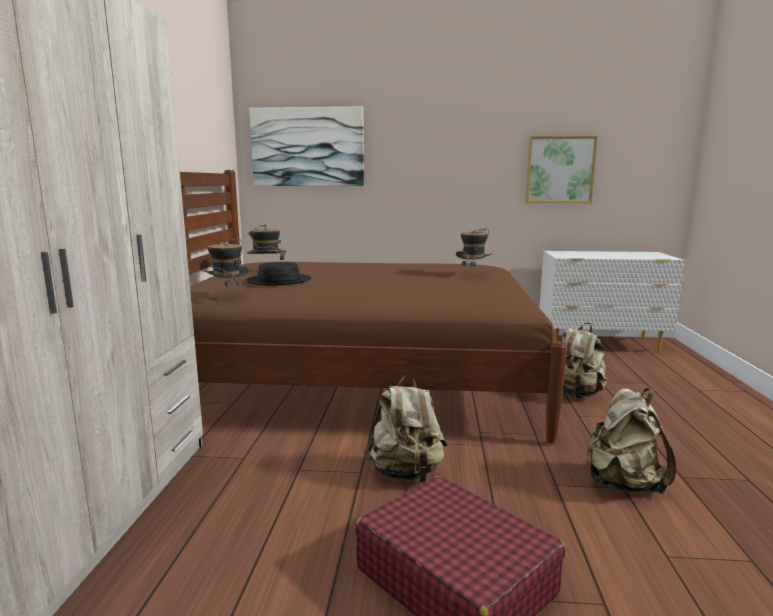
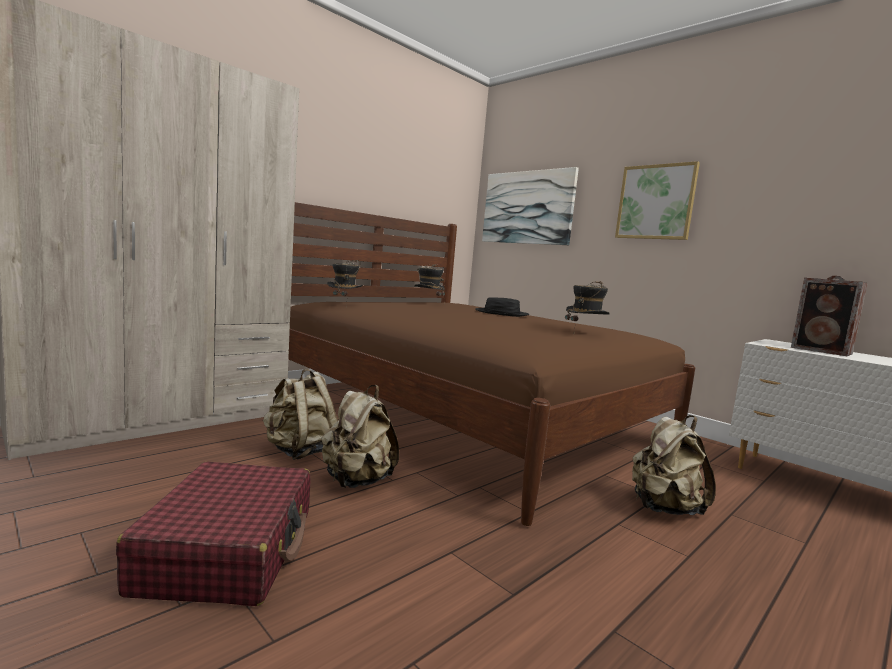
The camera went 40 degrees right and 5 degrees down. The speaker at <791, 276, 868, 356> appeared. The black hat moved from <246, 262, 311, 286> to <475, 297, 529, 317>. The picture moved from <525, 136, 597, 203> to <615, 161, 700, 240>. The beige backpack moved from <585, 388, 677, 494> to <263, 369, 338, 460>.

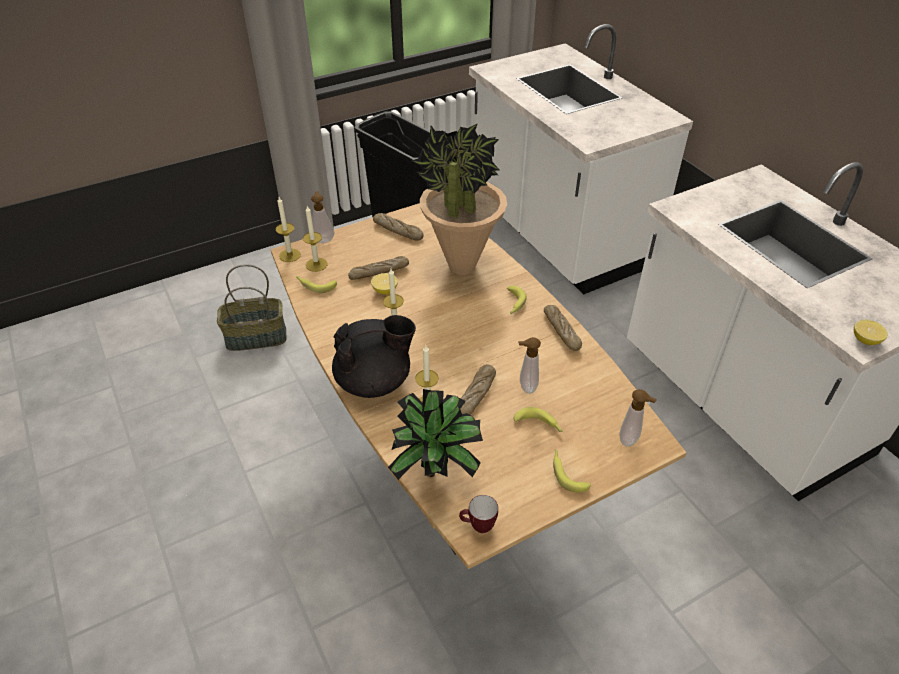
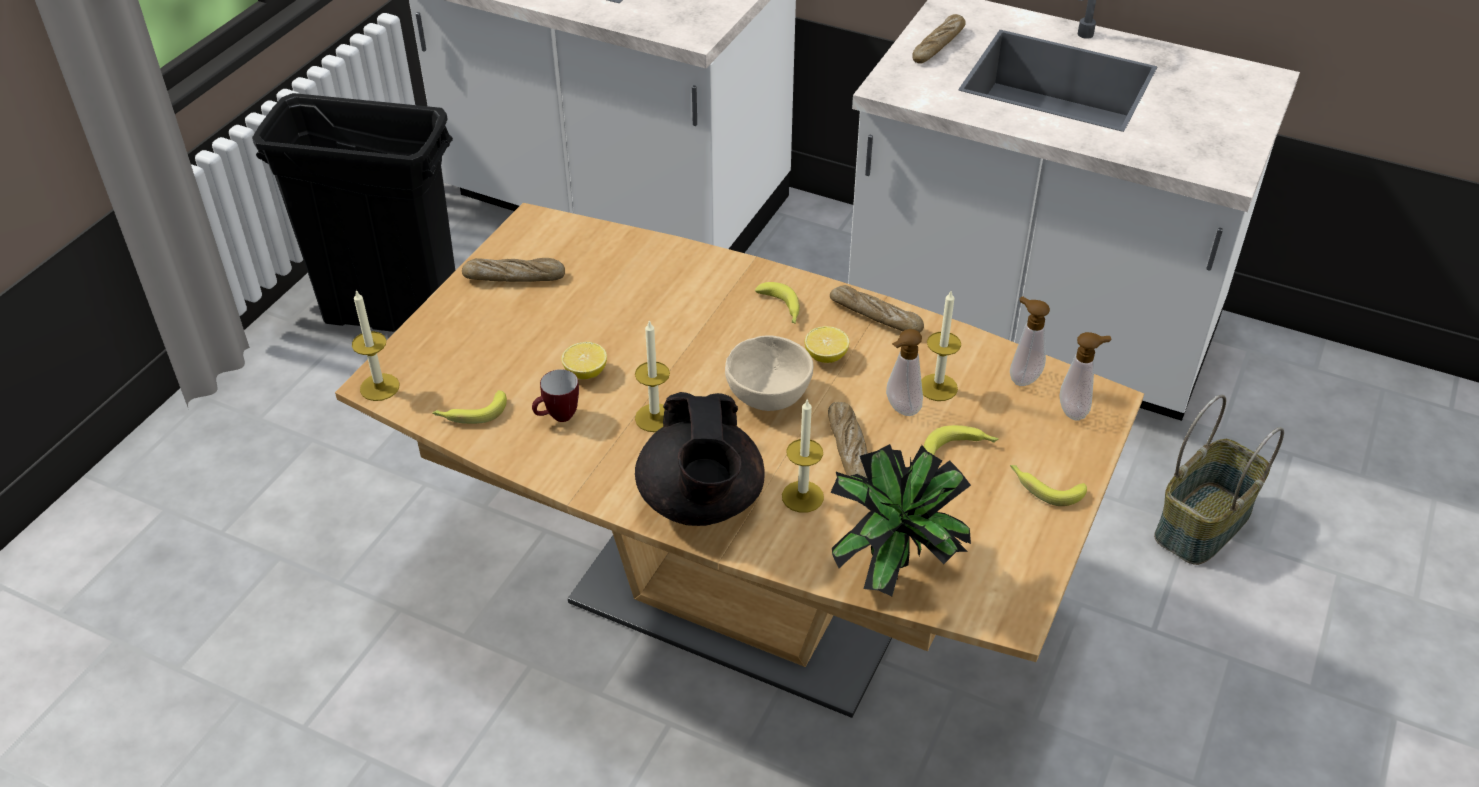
The camera went 35 degrees left and 0 degrees up. The potted plant at <412, 123, 507, 275> disappeared. The beige bowl at <725, 335, 813, 411> appeared. The basket moved from <217, 264, 286, 351> to <1154, 395, 1284, 565>. The candle moved from <303, 206, 328, 272> to <921, 291, 961, 401>. The soap dispenser moved from <311, 191, 335, 243> to <1010, 296, 1050, 386>. The bread moved from <348, 256, 409, 280> to <912, 14, 966, 64>. The mug moved from <459, 495, 498, 533> to <532, 369, 579, 422>. The lemon moved from <854, 319, 888, 345> to <805, 326, 850, 363>. The black teapot at <332, 315, 416, 398> turned 135 degrees clockwise.

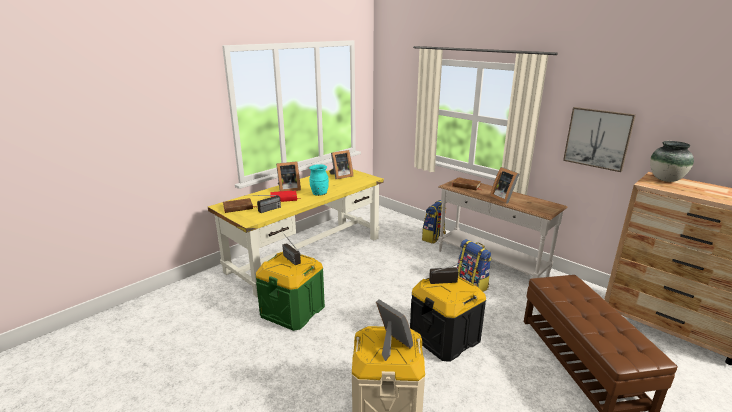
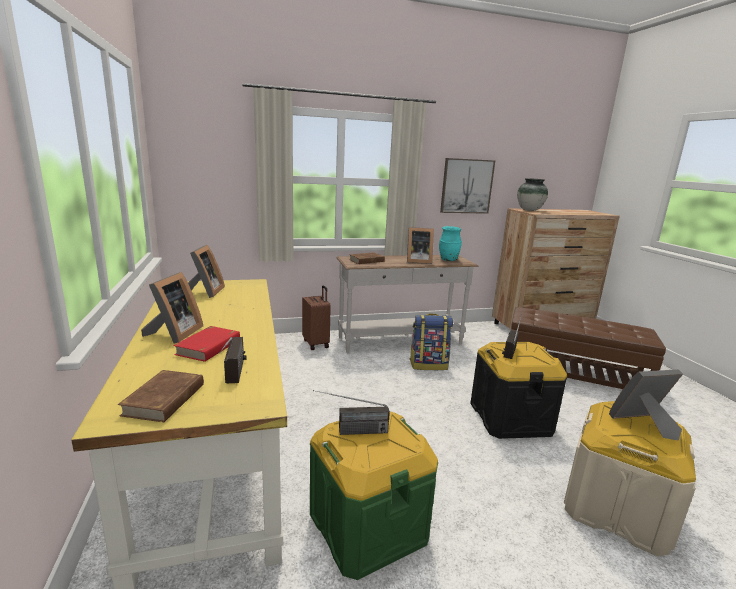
The camera went 60 degrees left and 5 degrees down. The turquoise vase moved from <309, 164, 329, 196> to <439, 226, 462, 261>. The backpack at <422, 200, 446, 244> was replaced by the brown suitcase at <302, 285, 331, 350>.

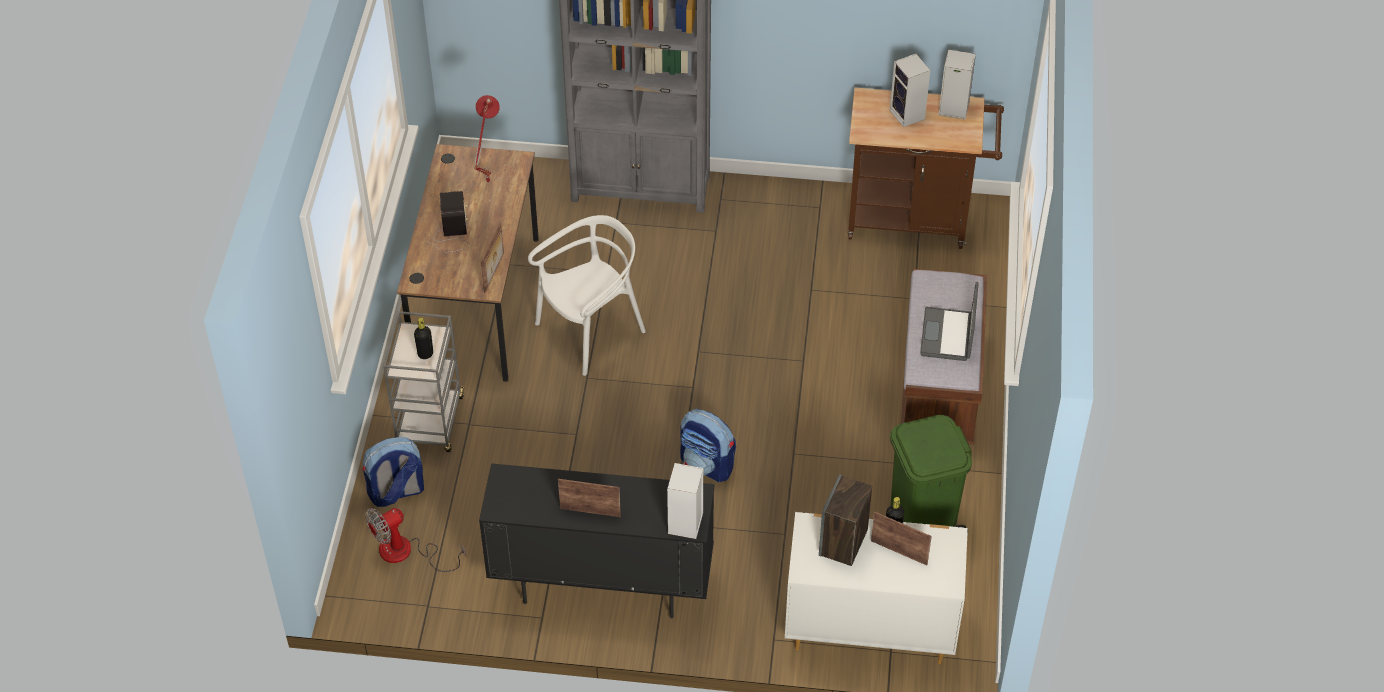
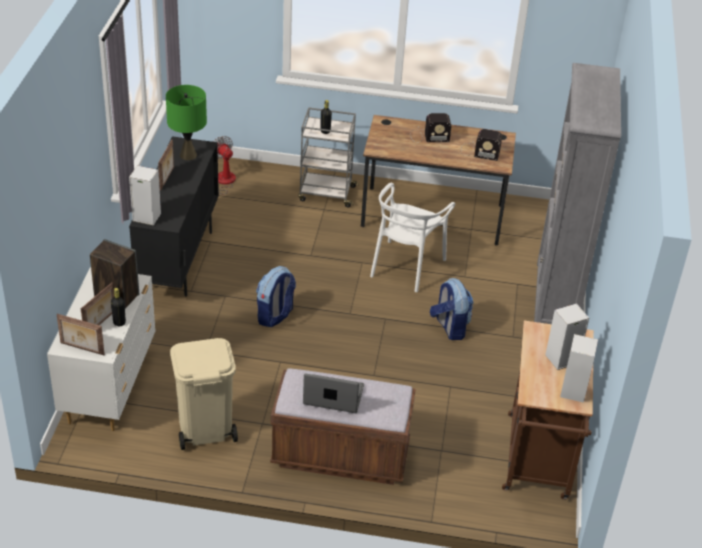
The camera went 90 degrees right and 10 degrees down. The green table lamp at <166, 85, 207, 160> appeared. The backpack moved from <362, 437, 424, 507> to <430, 278, 473, 340>. The picture frame moved from <480, 222, 504, 293> to <57, 314, 105, 355>. The red table lamp at <473, 95, 500, 184> was replaced by the radio at <461, 129, 502, 161>. The green trash can at <890, 415, 972, 534> became the beige trash can at <170, 338, 238, 450>. The white chair at <528, 215, 646, 376> turned 60 degrees clockwise.

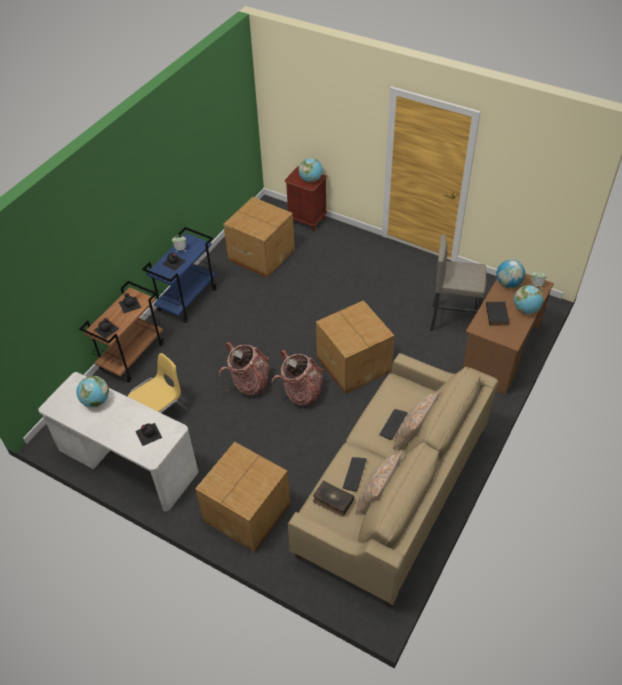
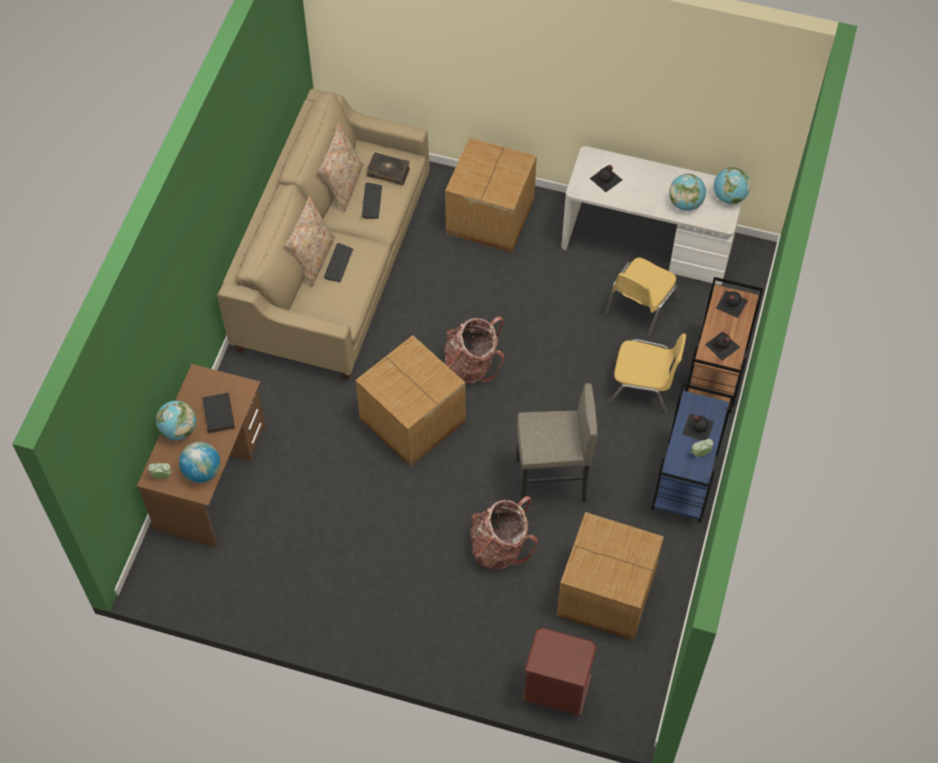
The camera went 165 degrees right and 10 degrees up. The yellow chair at <609, 334, 686, 413> appeared. The backpack moved from <219, 342, 270, 396> to <470, 496, 538, 570>. The globe moved from <299, 158, 323, 182> to <714, 167, 751, 204>. The grey stool moved from <430, 234, 487, 331> to <516, 383, 598, 506>.

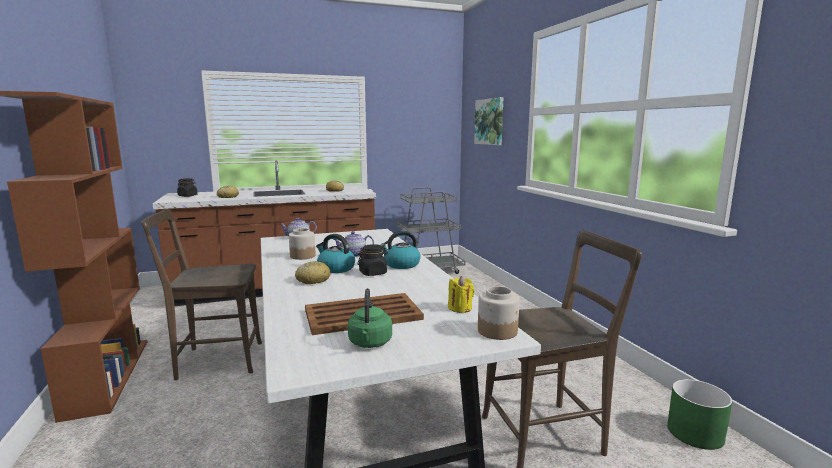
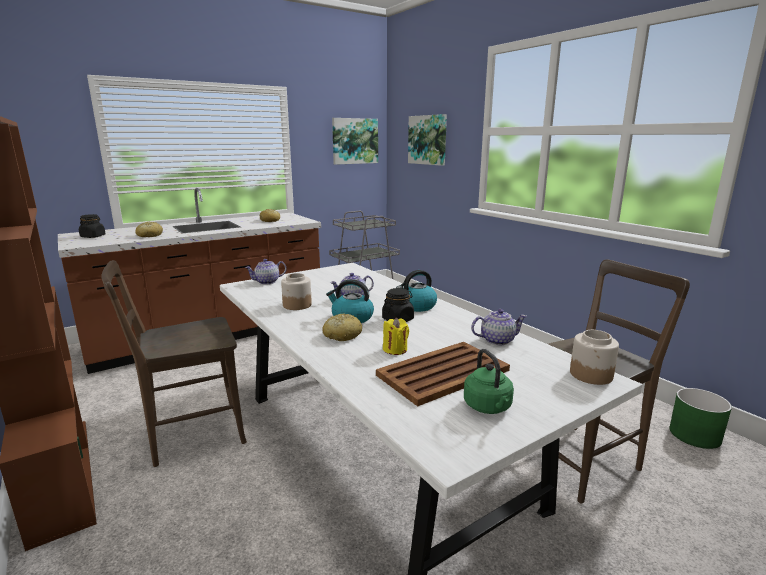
The camera went 15 degrees left and 5 degrees up. The picture at <332, 118, 378, 165> appeared. The teapot at <471, 309, 527, 345> appeared. The yellow candle moved from <448, 276, 474, 313> to <383, 318, 409, 355>.

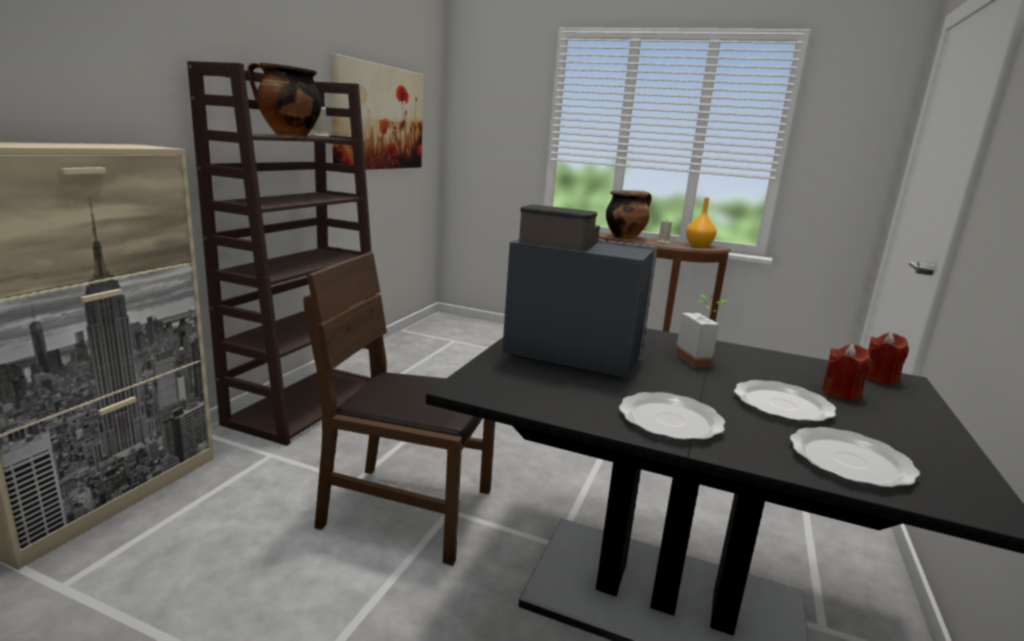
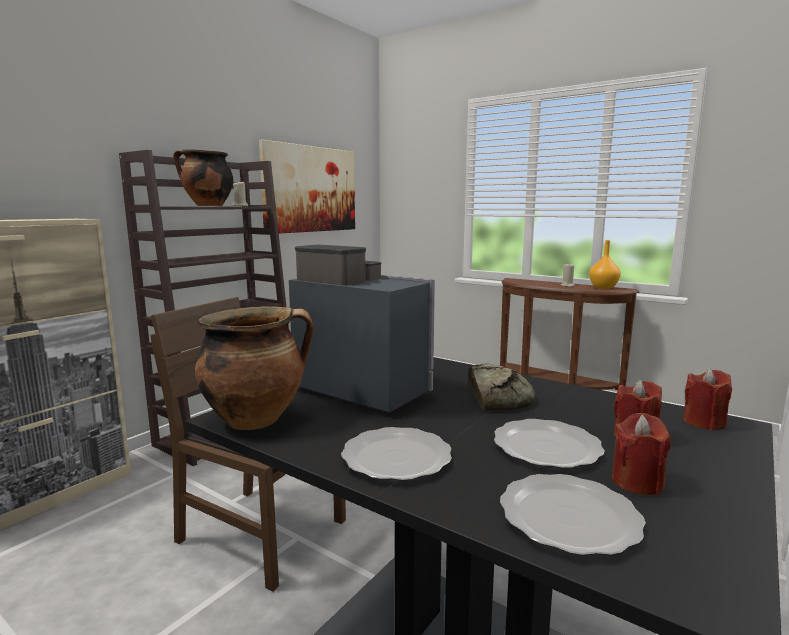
The camera went 15 degrees right and 5 degrees down. The red candle at <612, 413, 671, 495> appeared. The cooking pot moved from <606, 190, 652, 240> to <195, 306, 313, 430>. The potted plant at <675, 295, 728, 368> was replaced by the bread at <468, 363, 536, 411>.

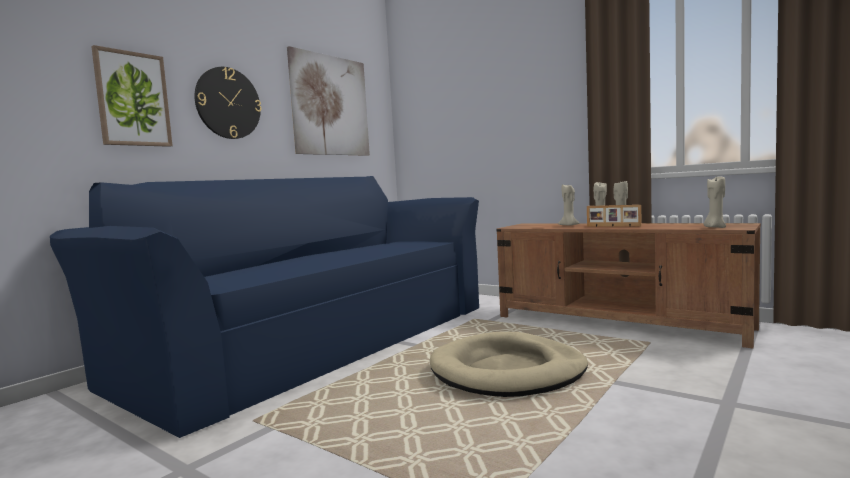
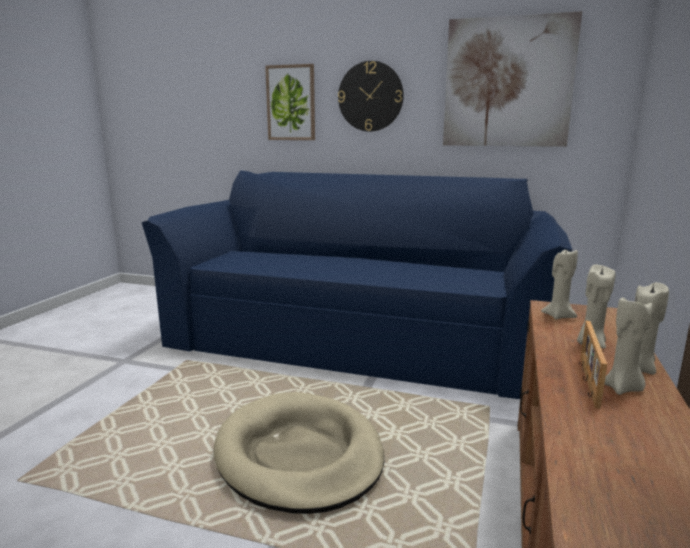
The camera went 70 degrees right and 10 degrees up. The beige candle moved from <704, 176, 726, 228> to <541, 248, 578, 320>.

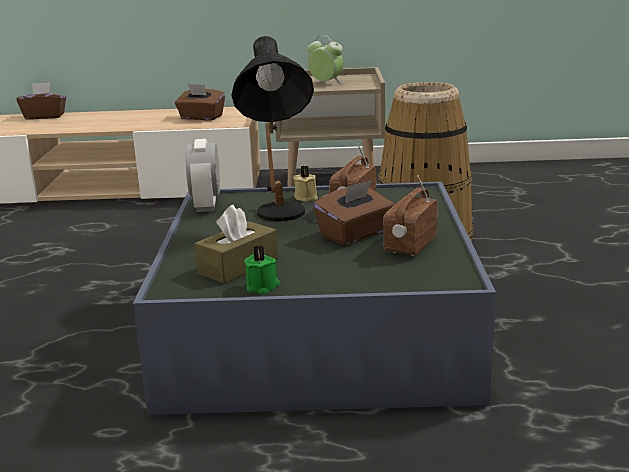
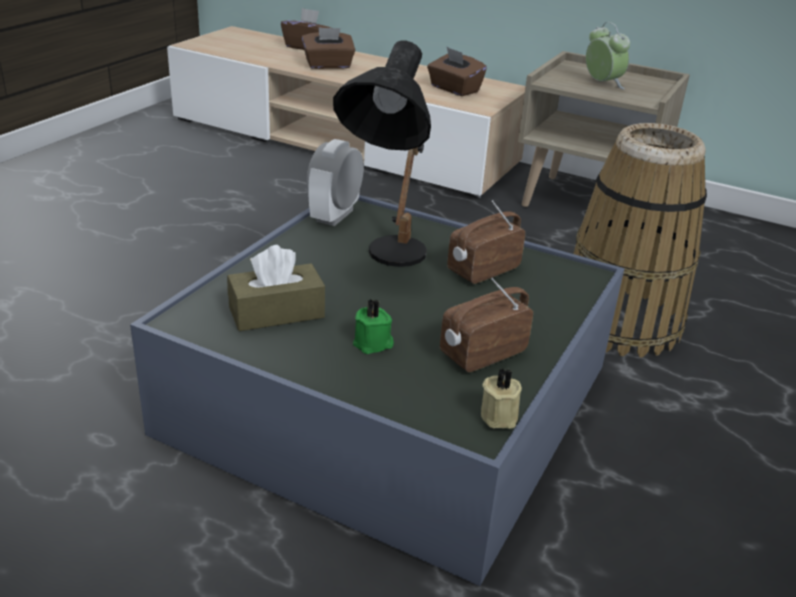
The camera went 25 degrees right and 10 degrees up. The green candle moved from <244, 245, 280, 294> to <353, 299, 394, 354>. The beige candle moved from <293, 166, 318, 202> to <481, 368, 522, 429>. The brown tissue box moved from <313, 180, 394, 245> to <302, 27, 355, 69>.

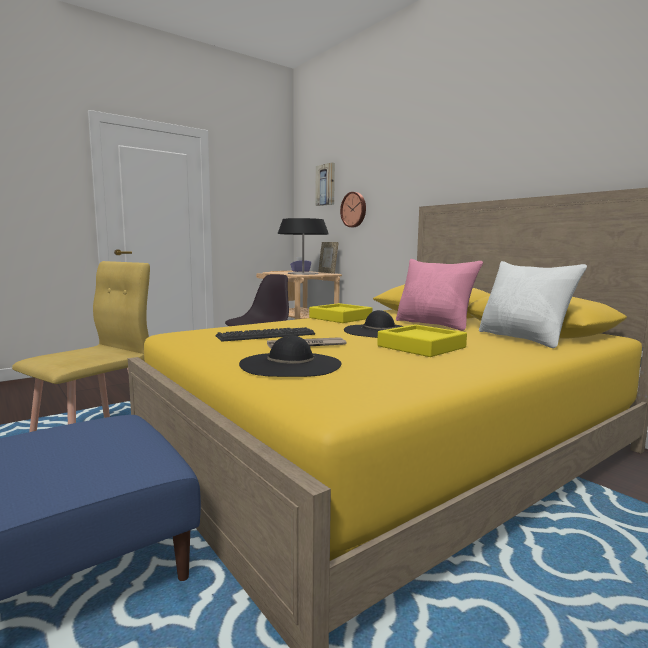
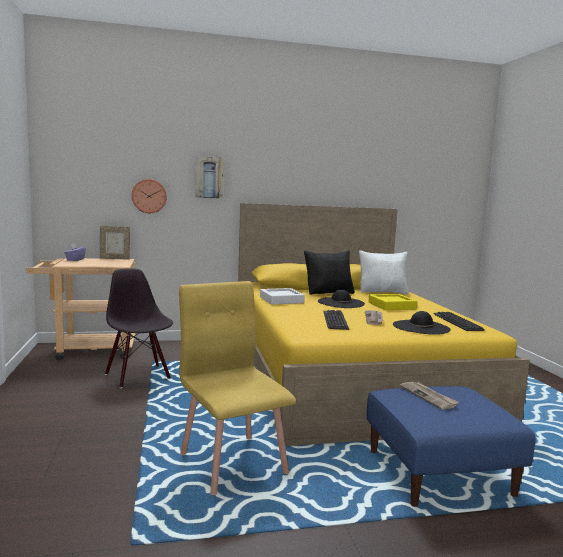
The camera went 65 degrees left and 0 degrees up. The table lamp at <278, 218, 329, 275> disappeared. The newspaper at <400, 382, 459, 410> appeared. The keyboard at <434, 312, 485, 331> appeared. The picture moved from <315, 162, 335, 206> to <196, 156, 224, 199>. The yellow tray at <309, 303, 372, 323> became the white tray at <260, 288, 305, 304>. The pink pillow at <396, 259, 483, 331> became the black pillow at <304, 250, 355, 295>.

